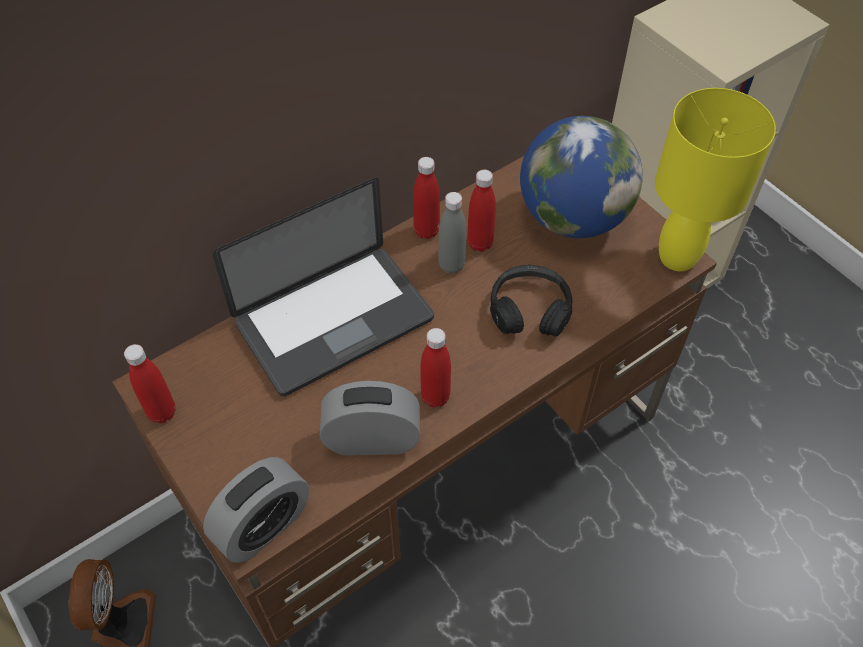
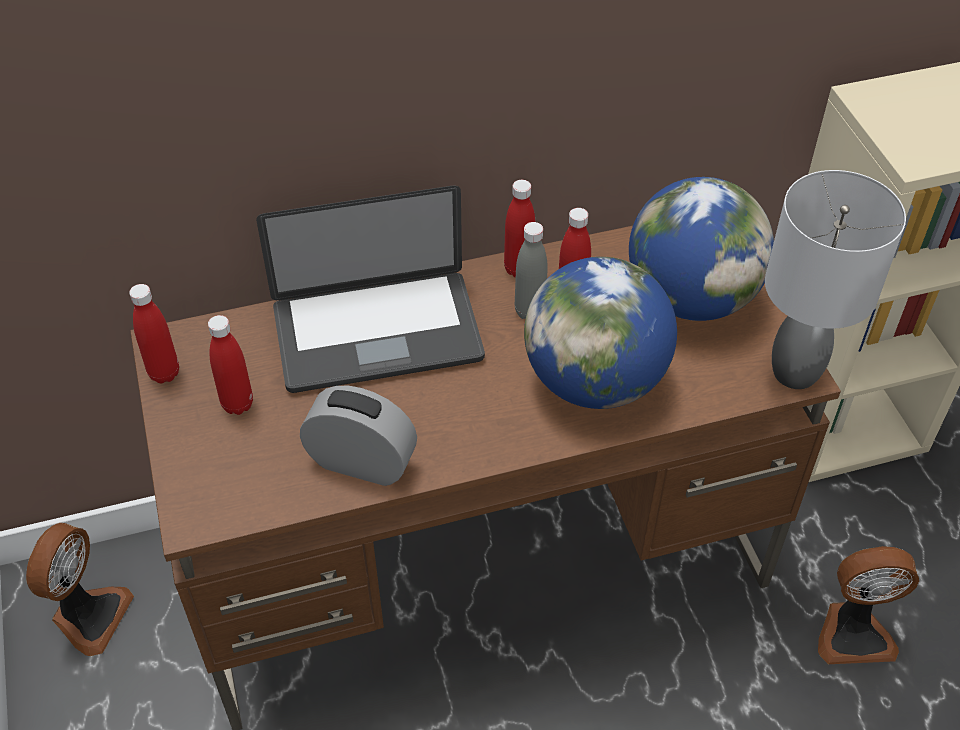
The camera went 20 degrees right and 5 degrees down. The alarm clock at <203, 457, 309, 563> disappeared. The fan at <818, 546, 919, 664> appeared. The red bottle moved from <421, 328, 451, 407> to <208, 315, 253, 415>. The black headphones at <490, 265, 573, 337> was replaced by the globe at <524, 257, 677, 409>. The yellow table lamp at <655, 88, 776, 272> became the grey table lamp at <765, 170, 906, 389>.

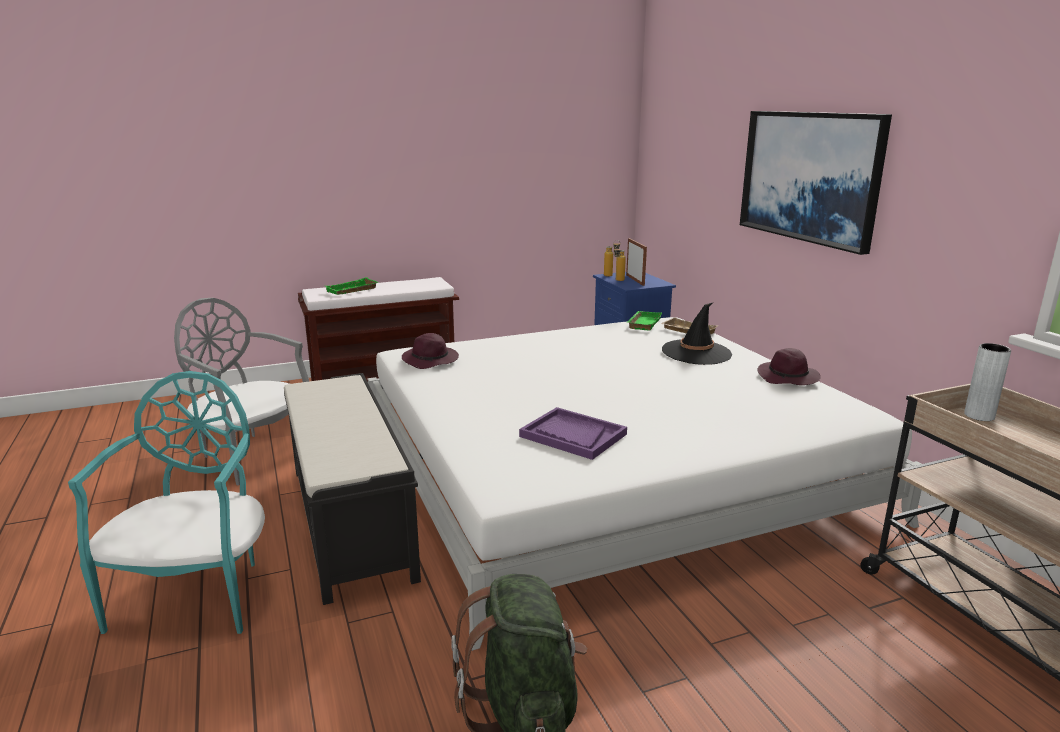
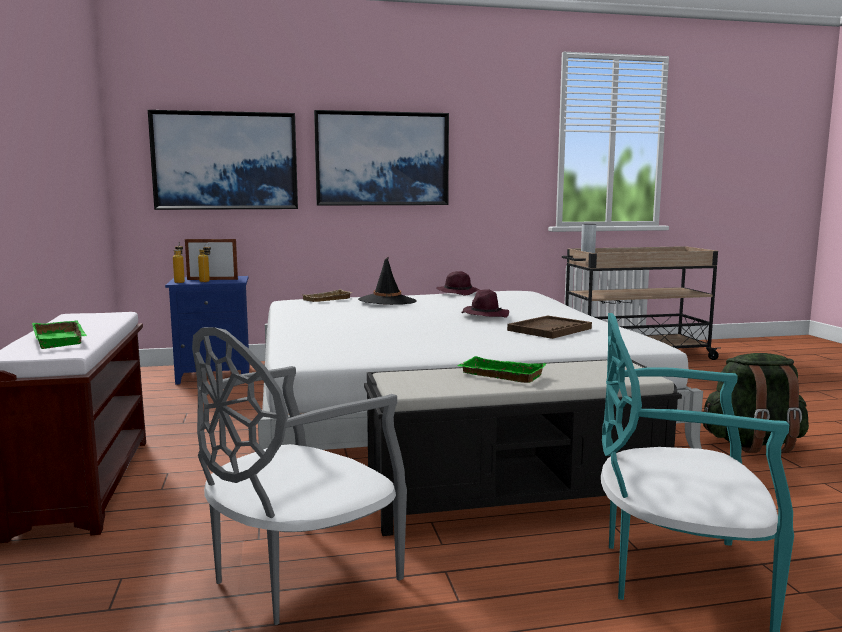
The camera went 80 degrees left and 10 degrees down. The picture at <148, 110, 298, 210> appeared. The purple hat moved from <402, 333, 459, 369> to <461, 289, 509, 318>. The green tray moved from <626, 311, 662, 330> to <457, 356, 546, 383>. The purple tray at <519, 407, 627, 460> became the brown tray at <507, 315, 592, 339>.

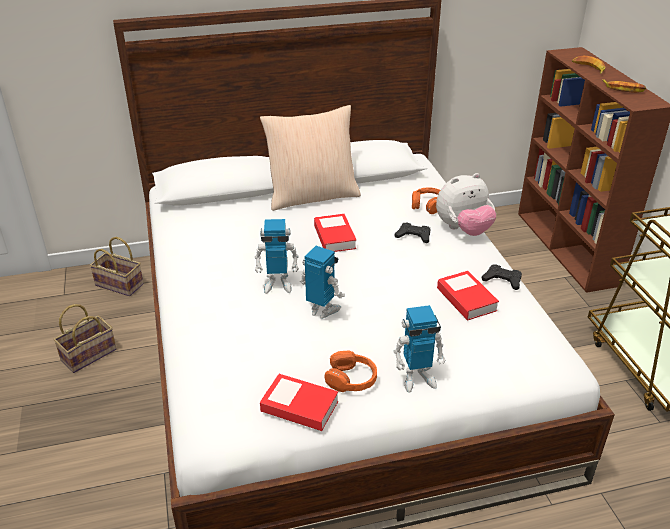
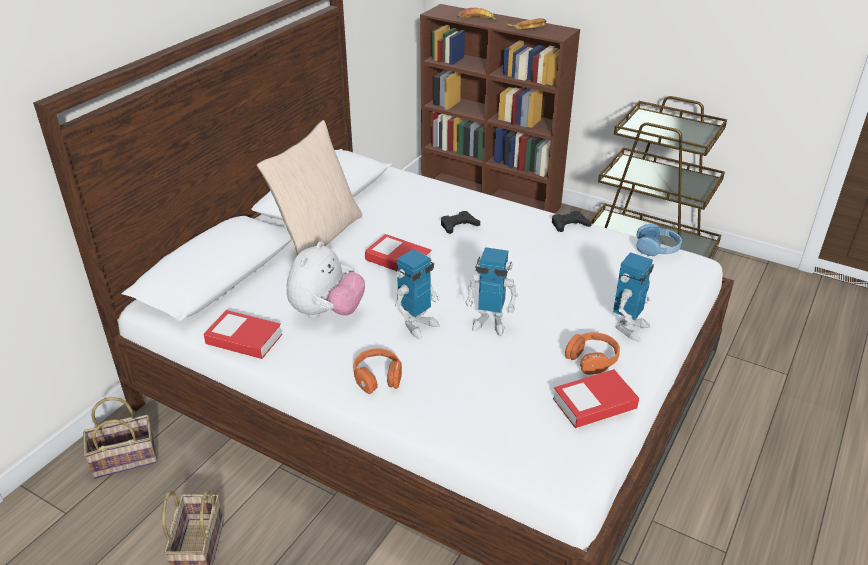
The camera went 45 degrees left and 0 degrees up. The blue headphones at <637, 224, 682, 256> appeared. The orange headphones moved from <412, 187, 440, 214> to <353, 348, 402, 394>. The plush toy moved from <436, 173, 496, 236> to <287, 241, 365, 318>. The book moved from <437, 271, 499, 321> to <204, 310, 282, 359>. The toy robot at <300, 246, 345, 319> turned 150 degrees counterclockwise.

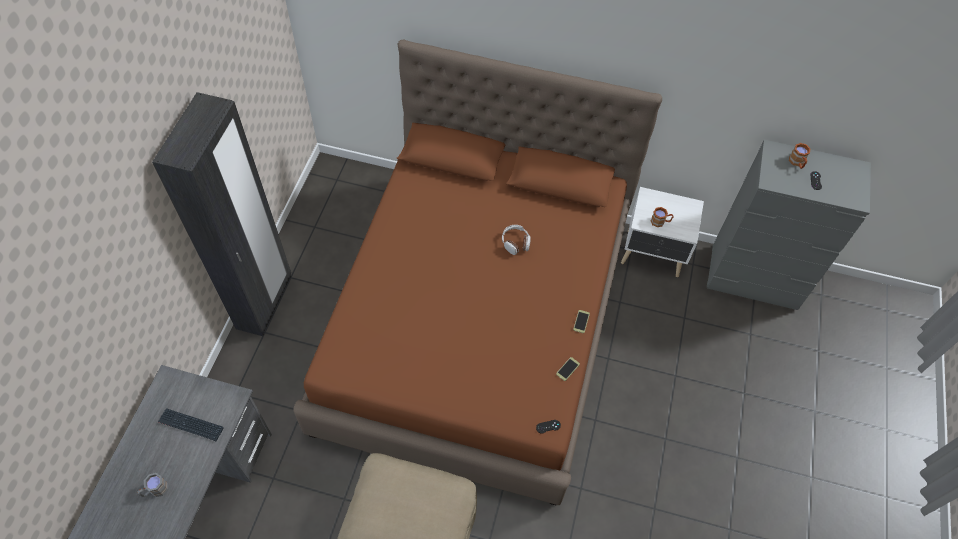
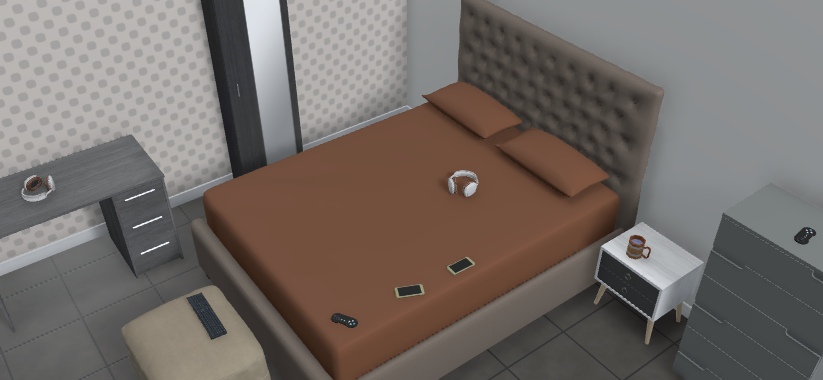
The camera went 40 degrees right and 20 degrees down. The brown mug at <789, 143, 811, 169> disappeared. The keyboard moved from <158, 408, 224, 441> to <187, 292, 227, 339>. The grey mug at <137, 473, 168, 497> was replaced by the headphones at <21, 175, 55, 202>.

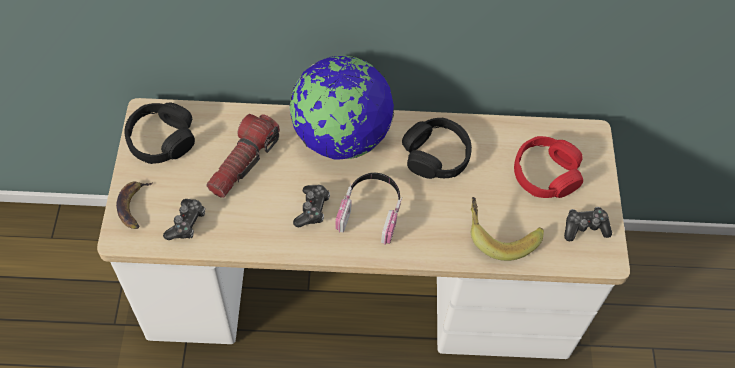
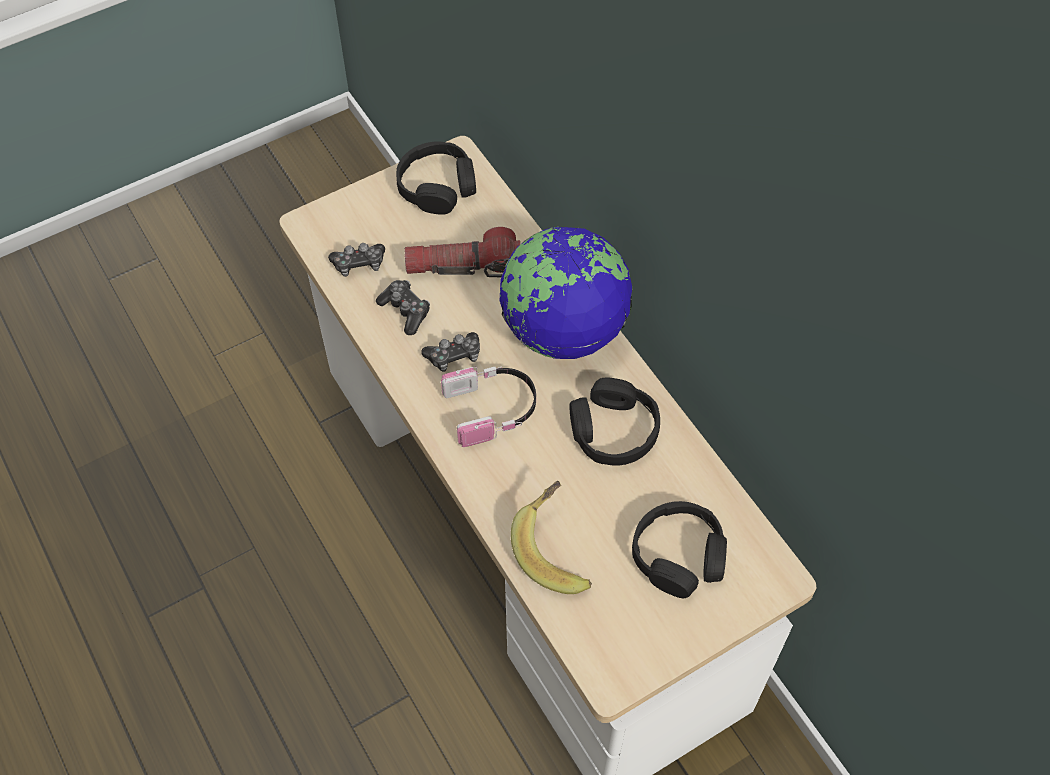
The camera went 60 degrees right and 0 degrees up. The banana at <116, 182, 153, 229> disappeared. The game controller moved from <564, 207, 612, 241> to <376, 280, 430, 335>. The red headphones at <514, 136, 583, 198> became the black headphones at <632, 501, 727, 598>.

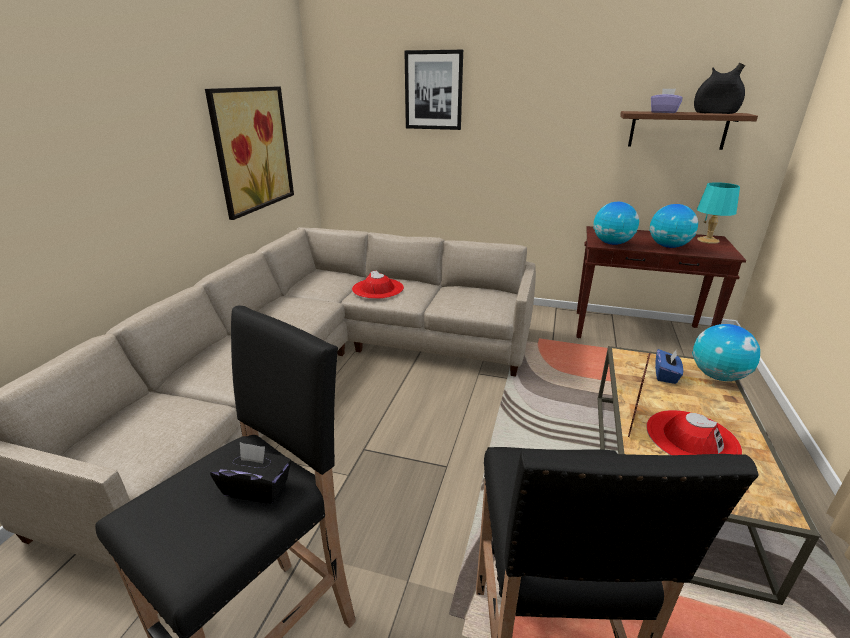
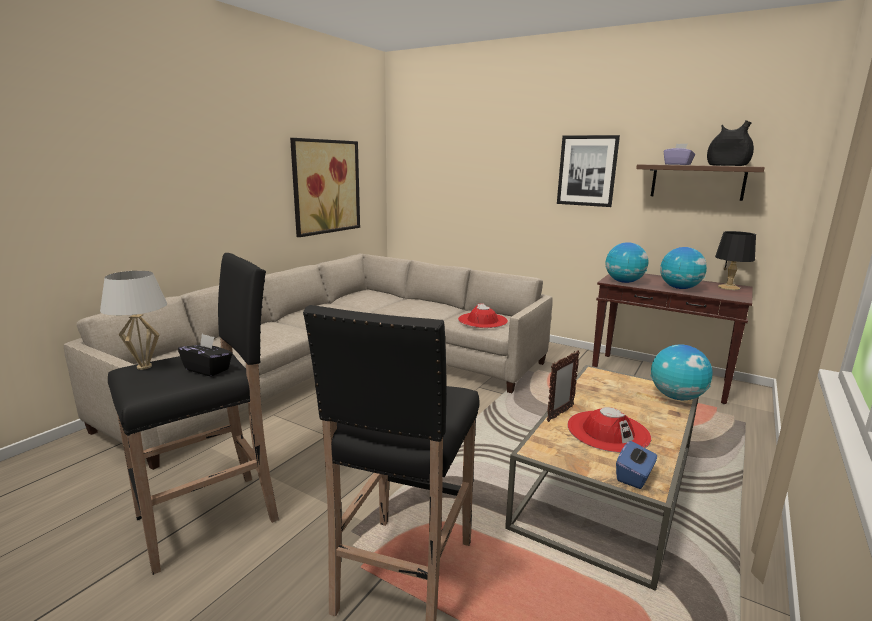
The camera went 15 degrees right and 10 degrees down. The white table lamp at <100, 271, 167, 370> appeared. The red hat moved from <352, 271, 404, 299> to <458, 304, 508, 328>. The picture moved from <404, 50, 463, 130> to <557, 135, 620, 207>. The blue tissue box moved from <655, 349, 683, 384> to <616, 441, 657, 489>. The turquoise table lamp at <697, 182, 740, 244> became the black table lamp at <715, 231, 756, 290>.

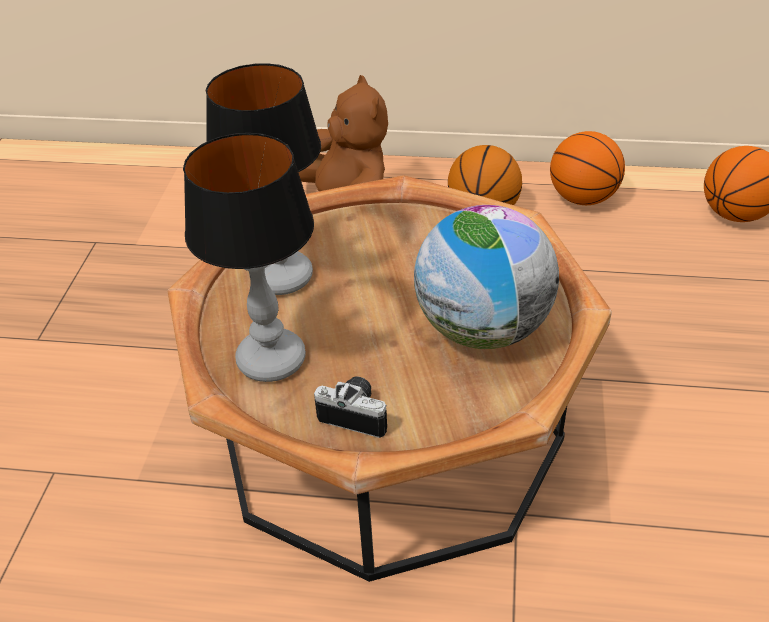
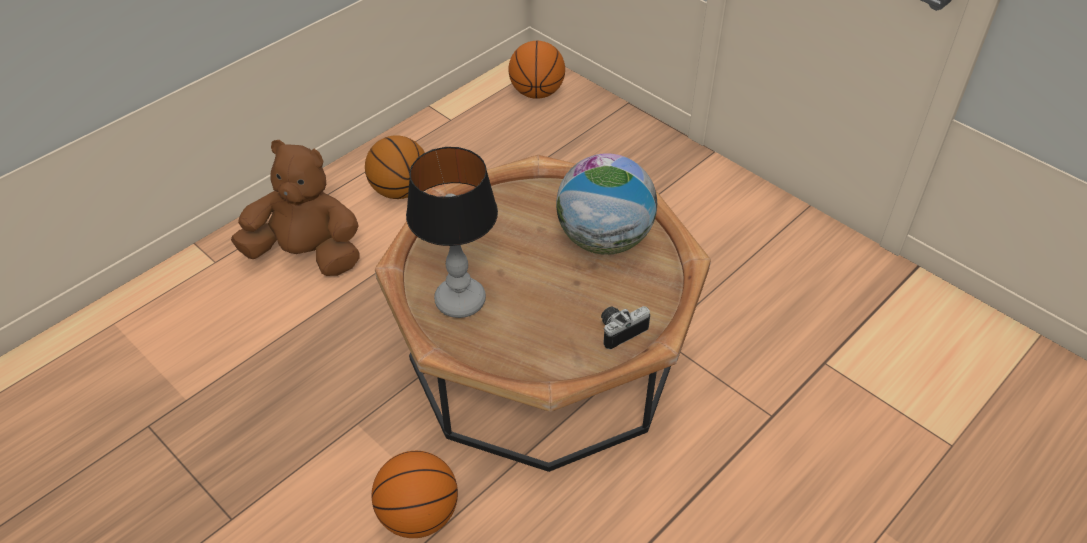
The camera went 55 degrees left and 5 degrees up. The table lamp at <183, 133, 314, 382> disappeared. The basketball moved from <550, 131, 625, 205> to <372, 451, 458, 538>.

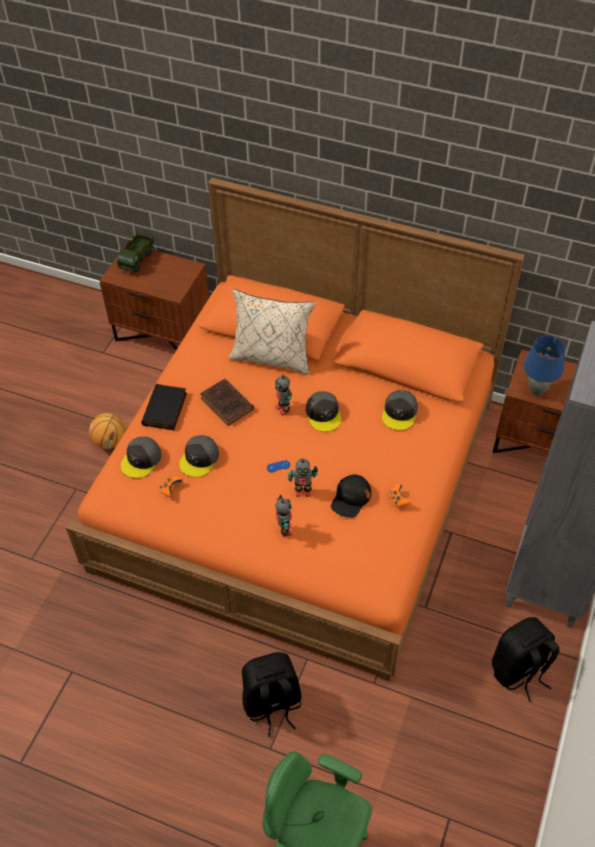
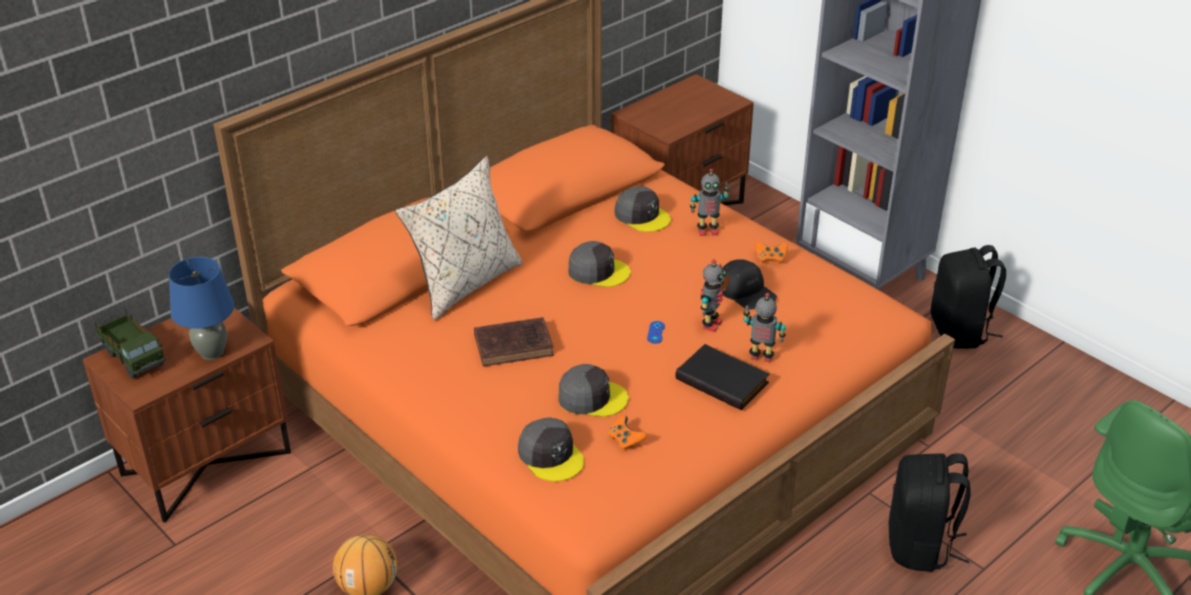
The camera went 65 degrees left and 15 degrees down. The black book moved from <141, 384, 187, 430> to <675, 344, 770, 410>. The toy robot moved from <275, 375, 292, 416> to <690, 169, 729, 236>. The blue table lamp moved from <524, 336, 566, 396> to <169, 257, 234, 360>. The grey cap at <179, 435, 219, 477> turned 45 degrees counterclockwise.

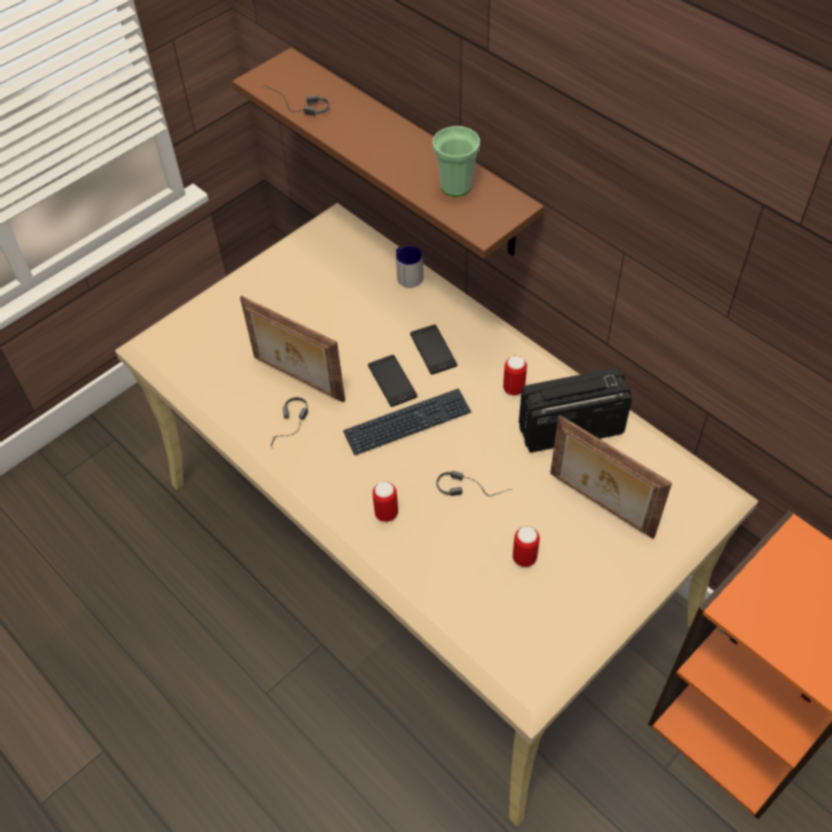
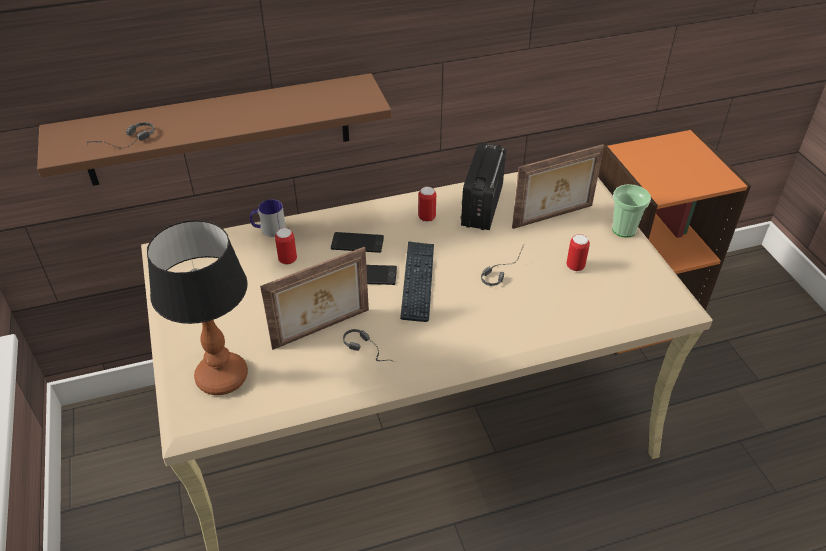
The camera went 65 degrees left and 10 degrees down. The table lamp at <147, 220, 248, 395> appeared. The can moved from <372, 481, 398, 522> to <275, 228, 297, 265>. The cup moved from <433, 126, 480, 197> to <612, 184, 651, 238>.

